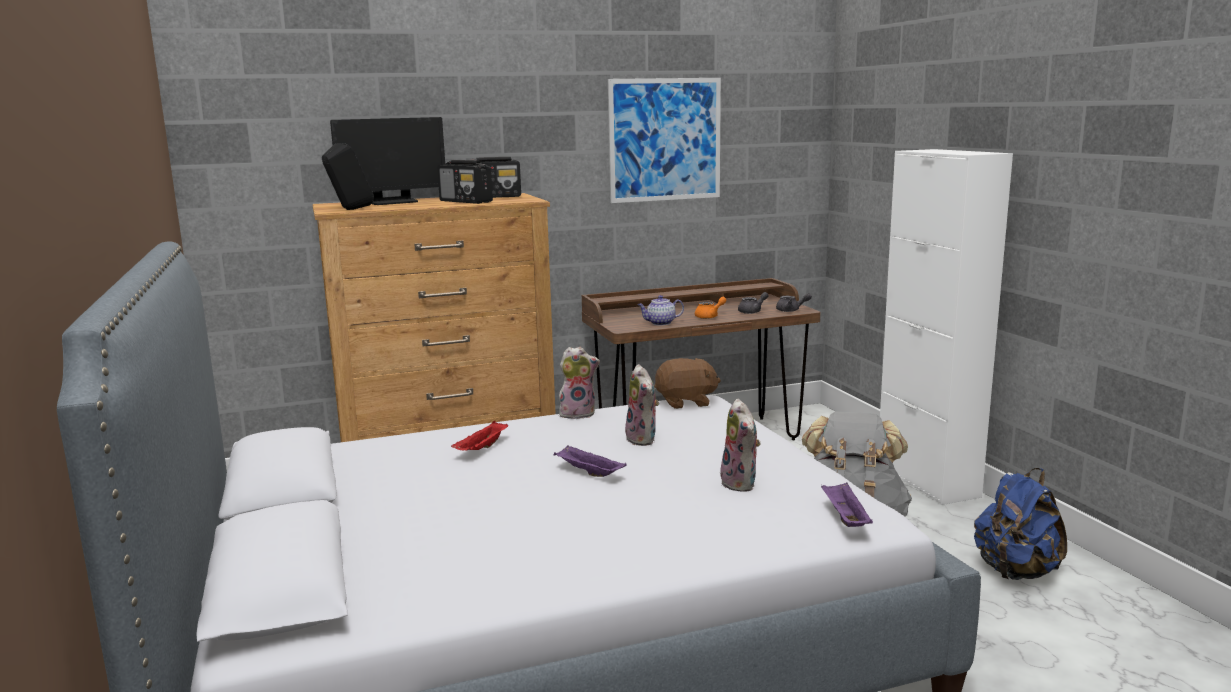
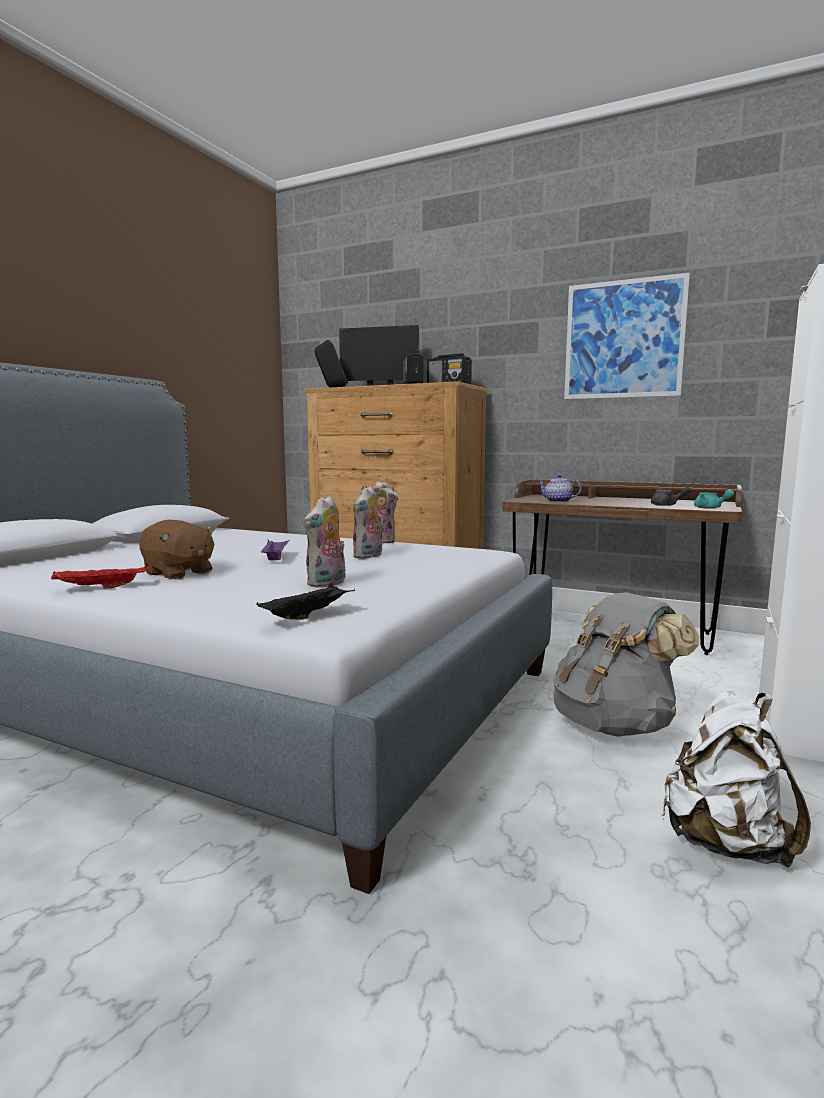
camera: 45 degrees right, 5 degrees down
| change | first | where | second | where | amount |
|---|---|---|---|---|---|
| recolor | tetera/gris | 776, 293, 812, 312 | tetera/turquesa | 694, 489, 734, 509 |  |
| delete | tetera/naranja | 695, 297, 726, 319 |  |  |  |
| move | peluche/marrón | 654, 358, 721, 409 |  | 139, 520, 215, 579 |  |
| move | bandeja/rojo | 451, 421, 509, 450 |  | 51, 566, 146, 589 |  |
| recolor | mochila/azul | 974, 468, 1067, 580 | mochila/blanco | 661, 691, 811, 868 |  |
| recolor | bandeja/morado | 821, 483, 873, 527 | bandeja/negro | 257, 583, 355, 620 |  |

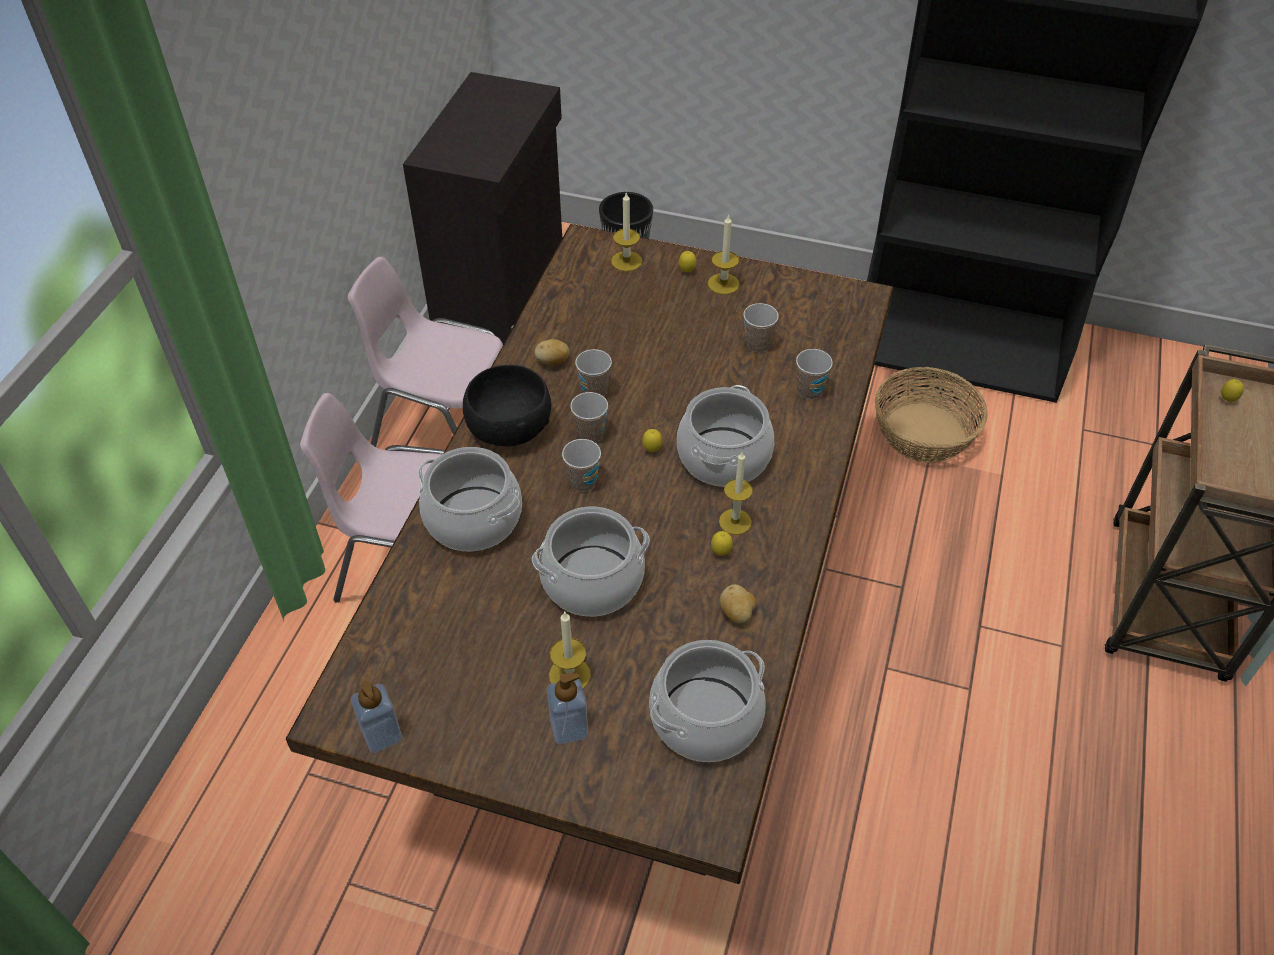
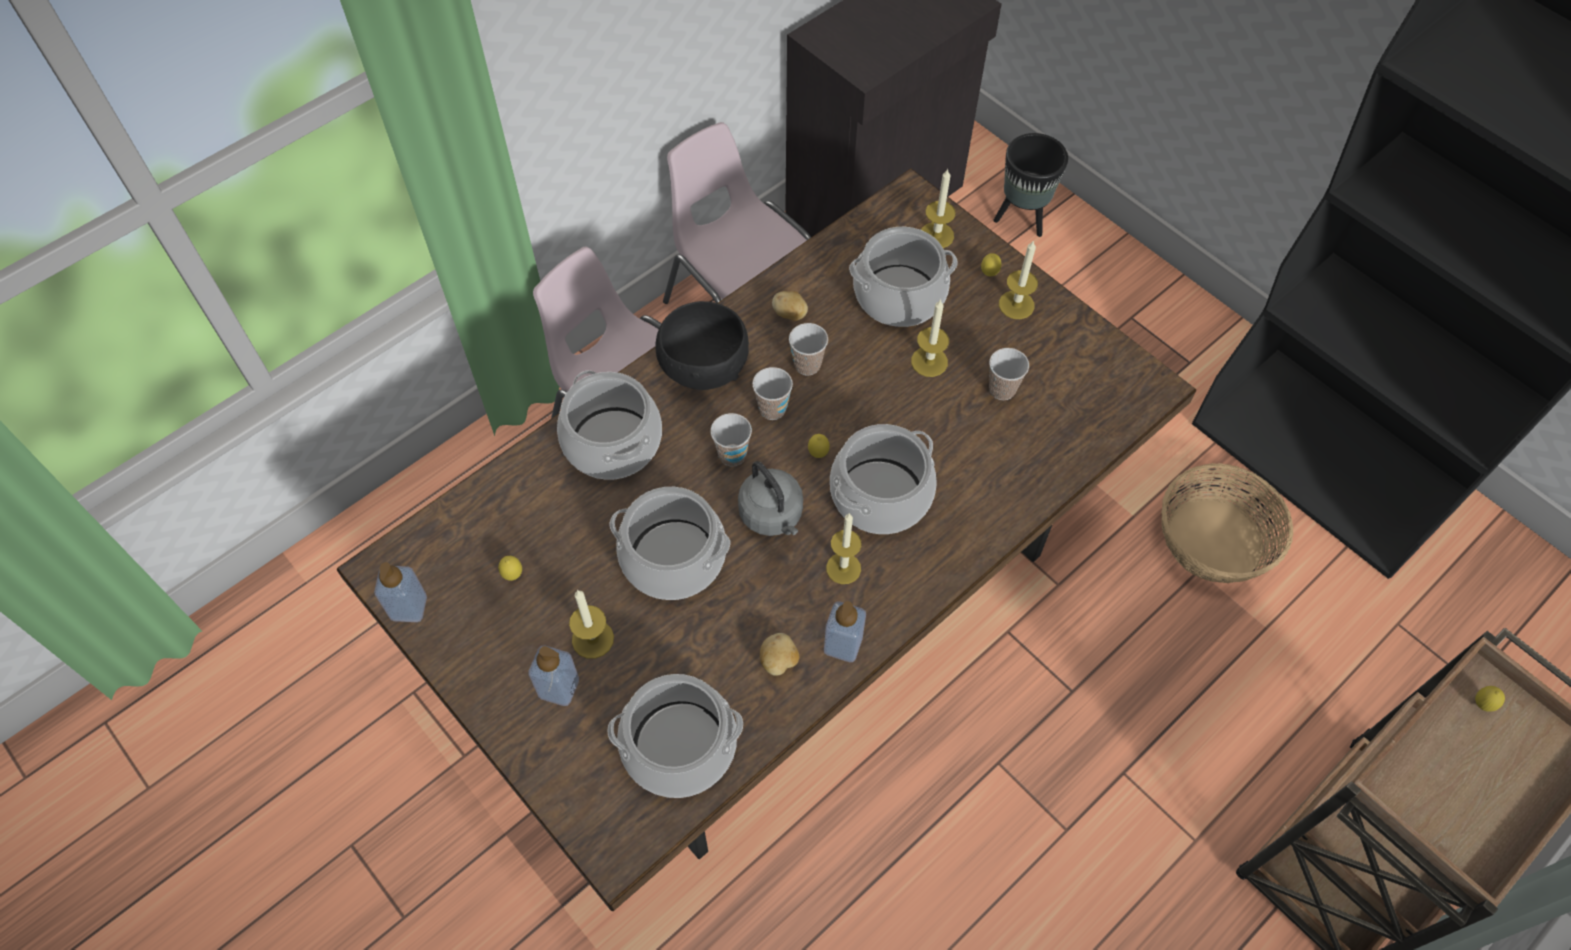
camera: 30 degrees right, 10 degrees up
| change | first | where | second | where | amount |
|---|---|---|---|---|---|
| delete | taza | 796, 349, 833, 399 |  |  |  |
| move | limón | 711, 531, 733, 556 |  | 498, 556, 522, 581 |  |
| insert |  |  | olla | 849, 227, 958, 327 |  |
| insert |  |  | vela | 911, 299, 949, 377 |  |
| insert |  |  | hervidor/gris | 738, 461, 803, 536 |  |
| insert |  |  | dispensador de jabón | 824, 601, 866, 662 |  |

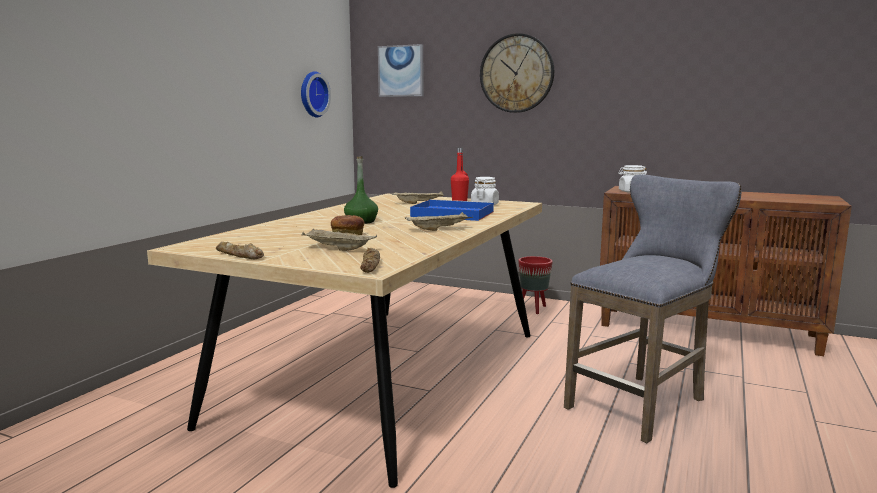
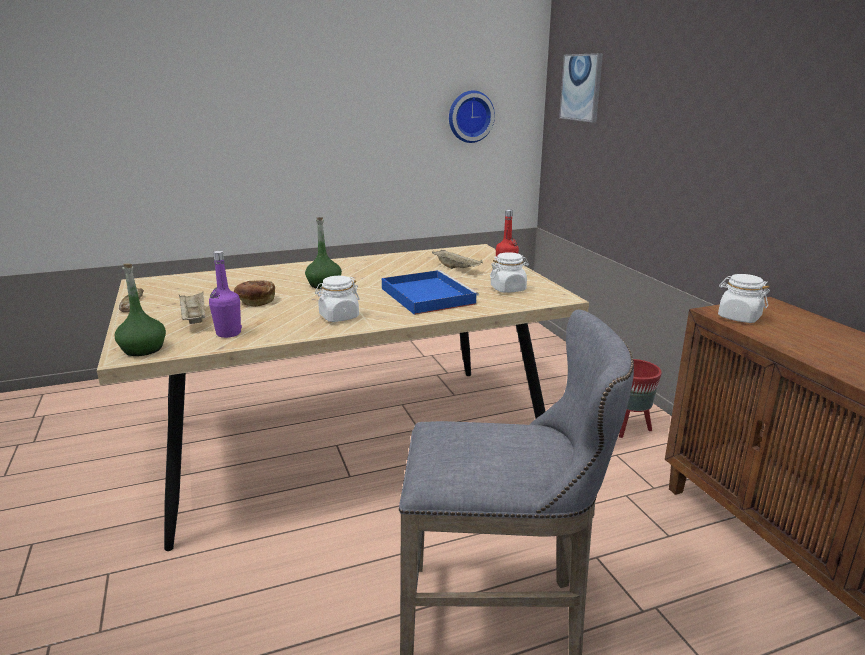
camera: 45 degrees right, 10 degrees up
| change | first | where | second | where | amount |
|---|---|---|---|---|---|
| delete | reloj de pared | 480, 33, 554, 113 |  |  |  |
| replace | bandeja/beis | 405, 212, 473, 231 | tarro/blanco | 315, 276, 360, 322 |  |
| replace | pan | 360, 248, 380, 273 | botella/verde | 115, 264, 166, 356 |  |
| insert |  |  | botella/morado | 209, 251, 242, 338 |  |

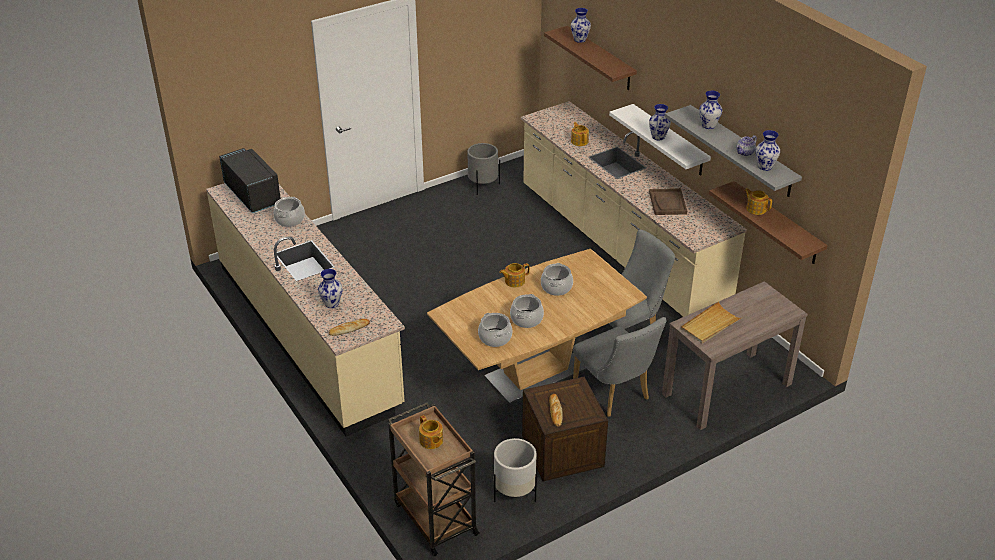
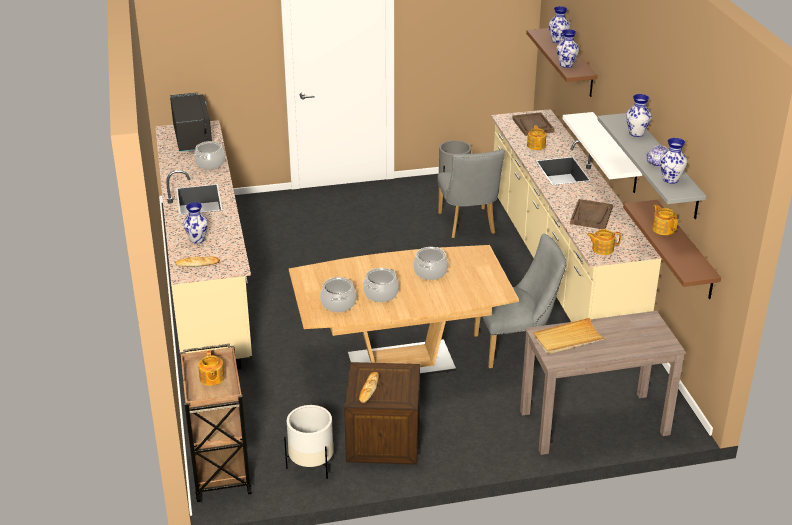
camera: 20 degrees right, 5 degrees down
| change | first | where | second | where | amount |
|---|---|---|---|---|---|
| move | florero | 649, 104, 671, 140 |  | 557, 29, 579, 68 |  |
| move | tetera | 499, 263, 530, 287 |  | 587, 229, 621, 255 |  |
| move | silla/gris | 573, 317, 666, 417 |  | 437, 149, 505, 238 |  |
| insert |  |  | bandeja/marrón | 512, 112, 555, 136 |  |

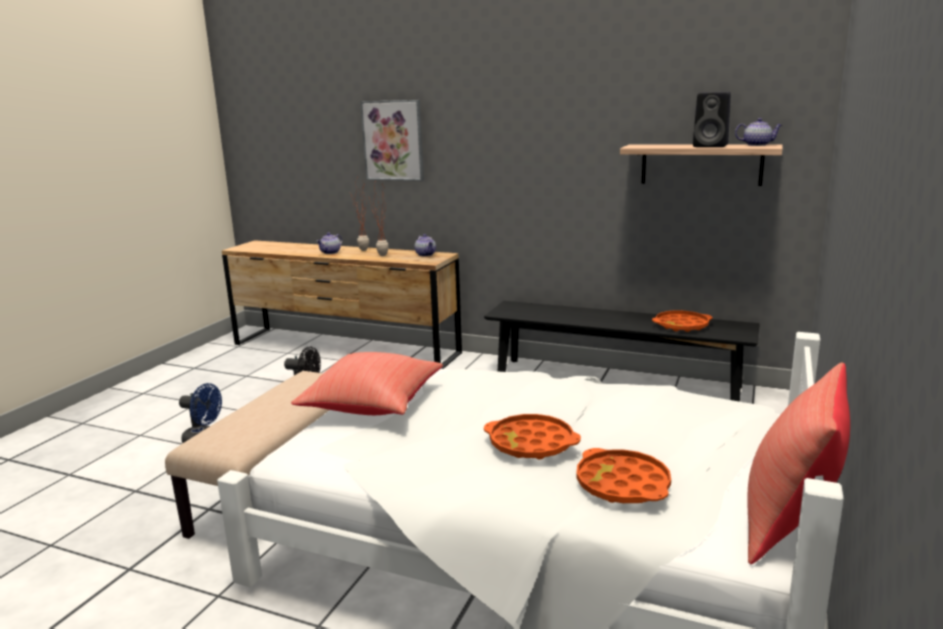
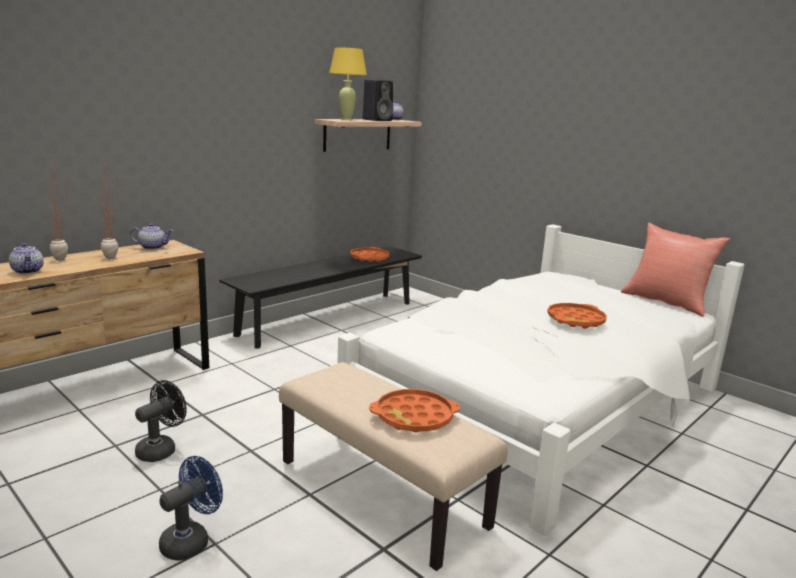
camera: 70 degrees left, 0 degrees up
| change | first | where | second | where | amount |
|---|---|---|---|---|---|
| delete | cuadro | 360, 100, 424, 181 |  |  |  |
| delete | cojín/rojo | 291, 352, 443, 415 |  |  |  |
| move | bandeja/naranja | 576, 448, 671, 503 |  | 369, 389, 460, 432 |  |
| insert |  |  | lámpara de mesa/amarillo | 329, 47, 367, 120 |  |

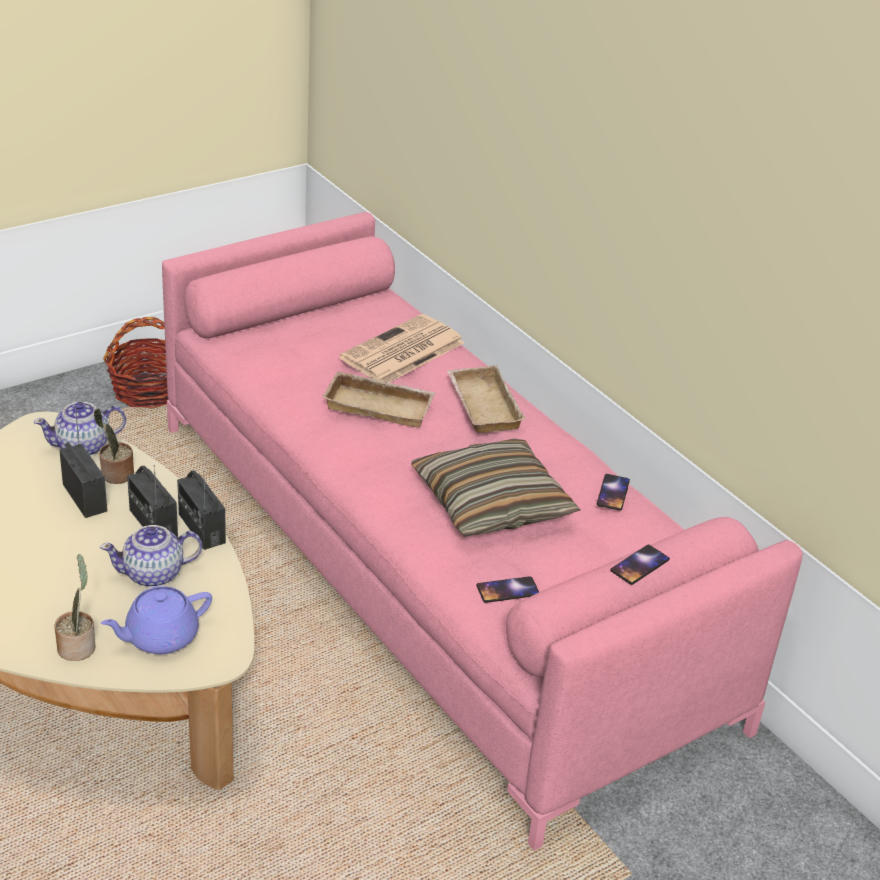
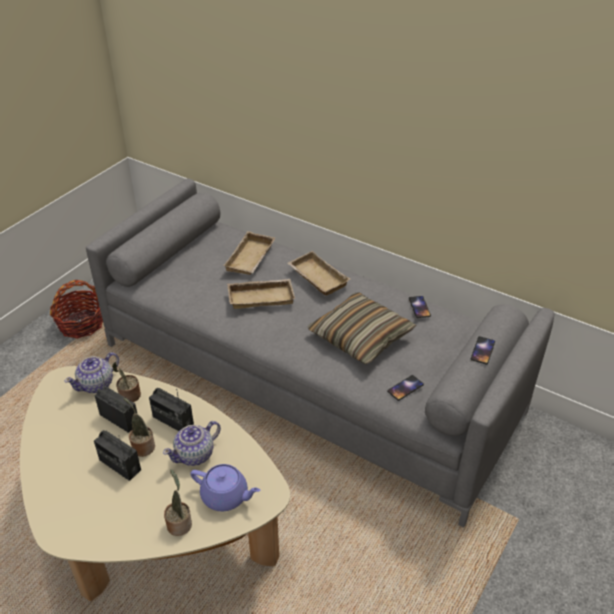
camera: 20 degrees left, 5 degrees up
| change | first | where | second | where | amount |
|---|---|---|---|---|---|
| recolor | sofá/rosa | 162, 212, 803, 851 | sofá/gris | 86, 179, 555, 528 |  |
| replace | periódico | 339, 314, 465, 382 | bandeja/beis | 223, 231, 275, 275 |  |
| move | radio | 177, 470, 226, 550 |  | 94, 430, 141, 481 |  |
| rotate | tetera/morado | 101, 586, 212, 654 |  | 190, 464, 261, 511 | 105 degrees counterclockwise |
| insert |  |  | planta en maceta | 123, 398, 155, 457 |  |

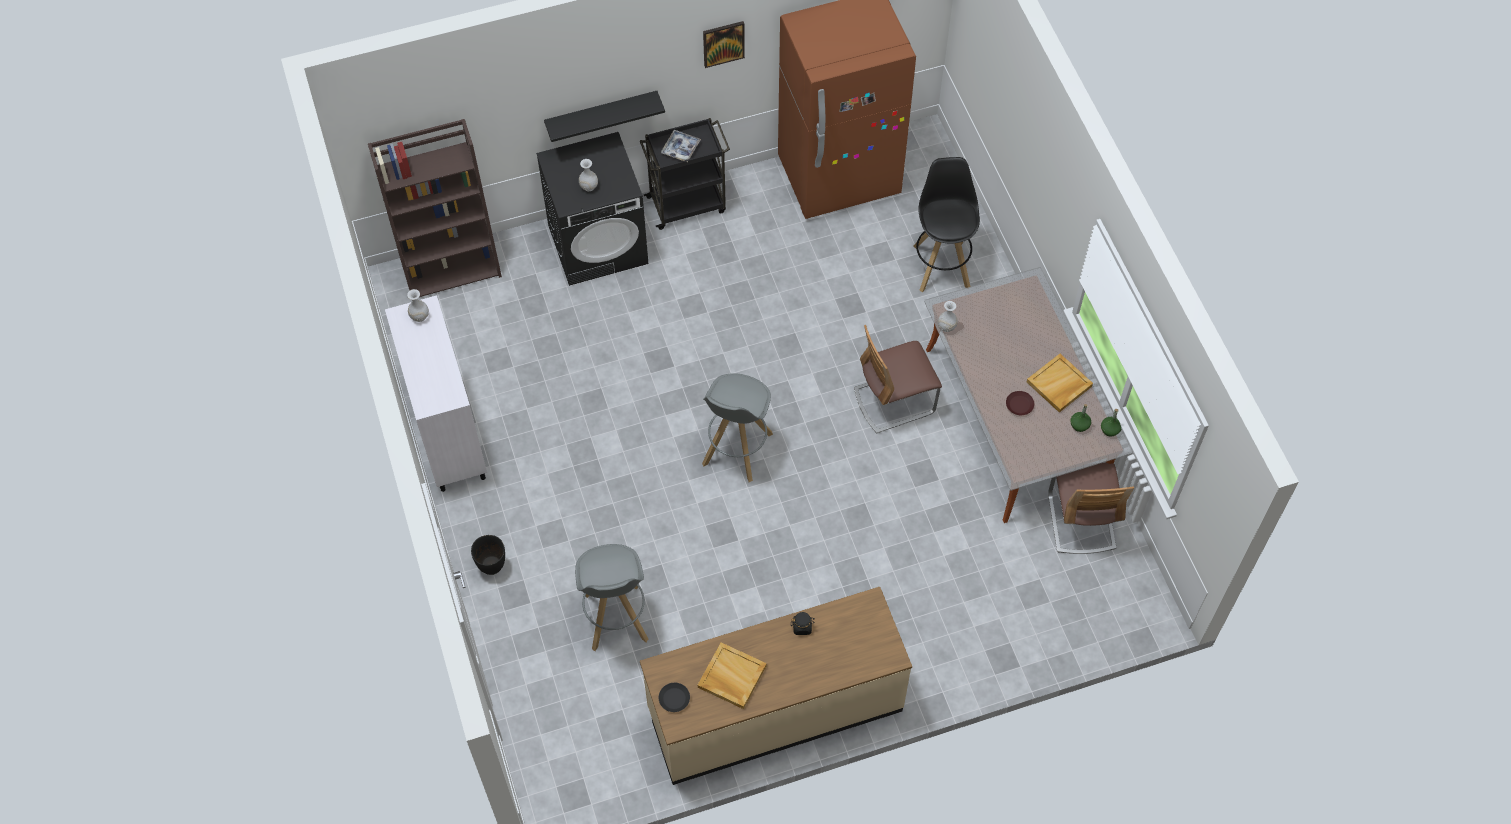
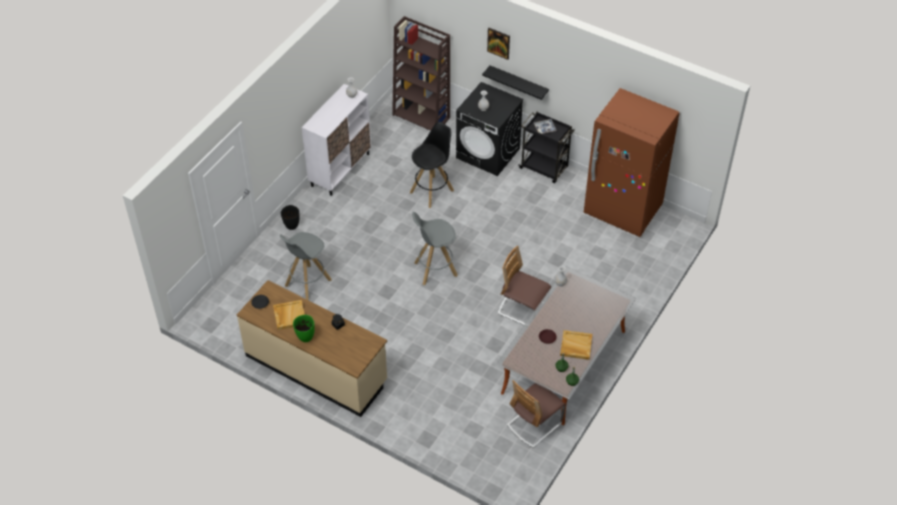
camera: 50 degrees right, 10 degrees down
| change | first | where | second | where | amount |
|---|---|---|---|---|---|
| move | cuadro | 703, 21, 745, 68 |  | 487, 28, 510, 60 |  |
| move | taburete/negro | 913, 157, 980, 292 |  | 410, 122, 454, 208 |  |
| insert |  |  | florero/verde | 293, 315, 315, 342 |  |

